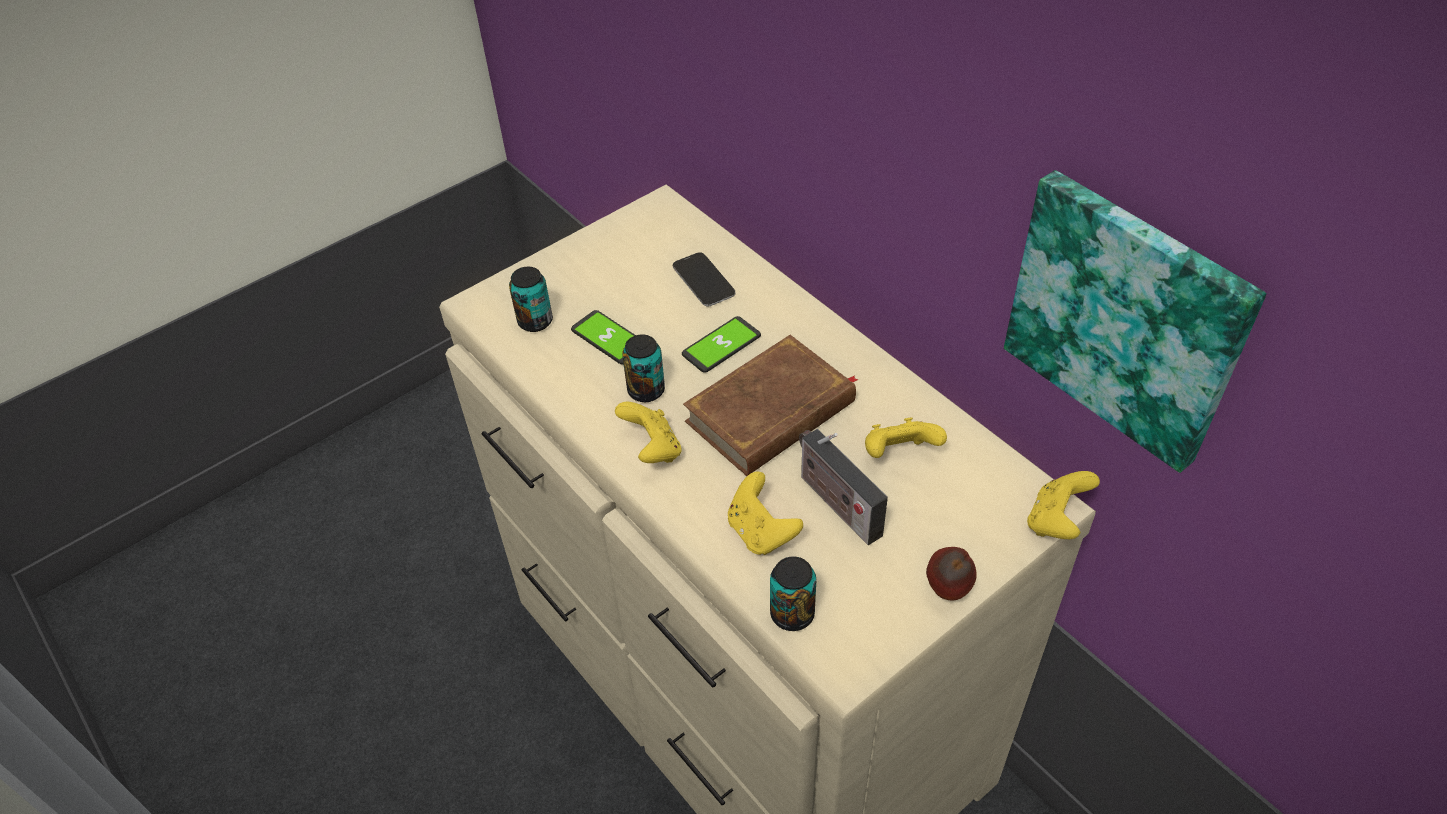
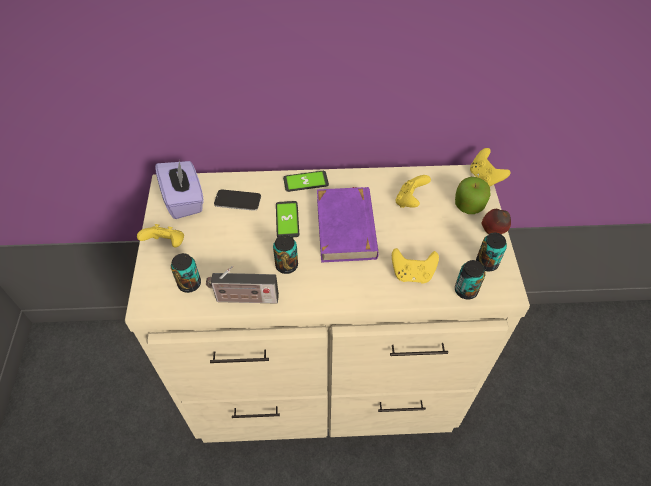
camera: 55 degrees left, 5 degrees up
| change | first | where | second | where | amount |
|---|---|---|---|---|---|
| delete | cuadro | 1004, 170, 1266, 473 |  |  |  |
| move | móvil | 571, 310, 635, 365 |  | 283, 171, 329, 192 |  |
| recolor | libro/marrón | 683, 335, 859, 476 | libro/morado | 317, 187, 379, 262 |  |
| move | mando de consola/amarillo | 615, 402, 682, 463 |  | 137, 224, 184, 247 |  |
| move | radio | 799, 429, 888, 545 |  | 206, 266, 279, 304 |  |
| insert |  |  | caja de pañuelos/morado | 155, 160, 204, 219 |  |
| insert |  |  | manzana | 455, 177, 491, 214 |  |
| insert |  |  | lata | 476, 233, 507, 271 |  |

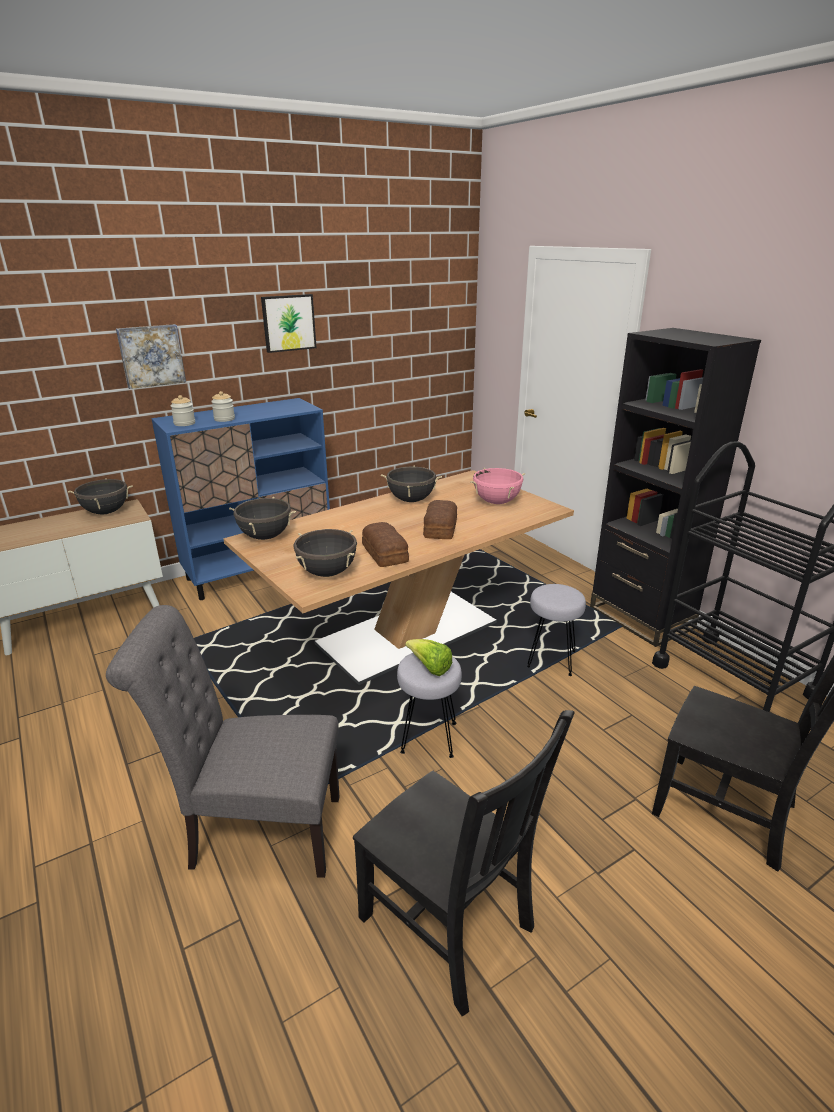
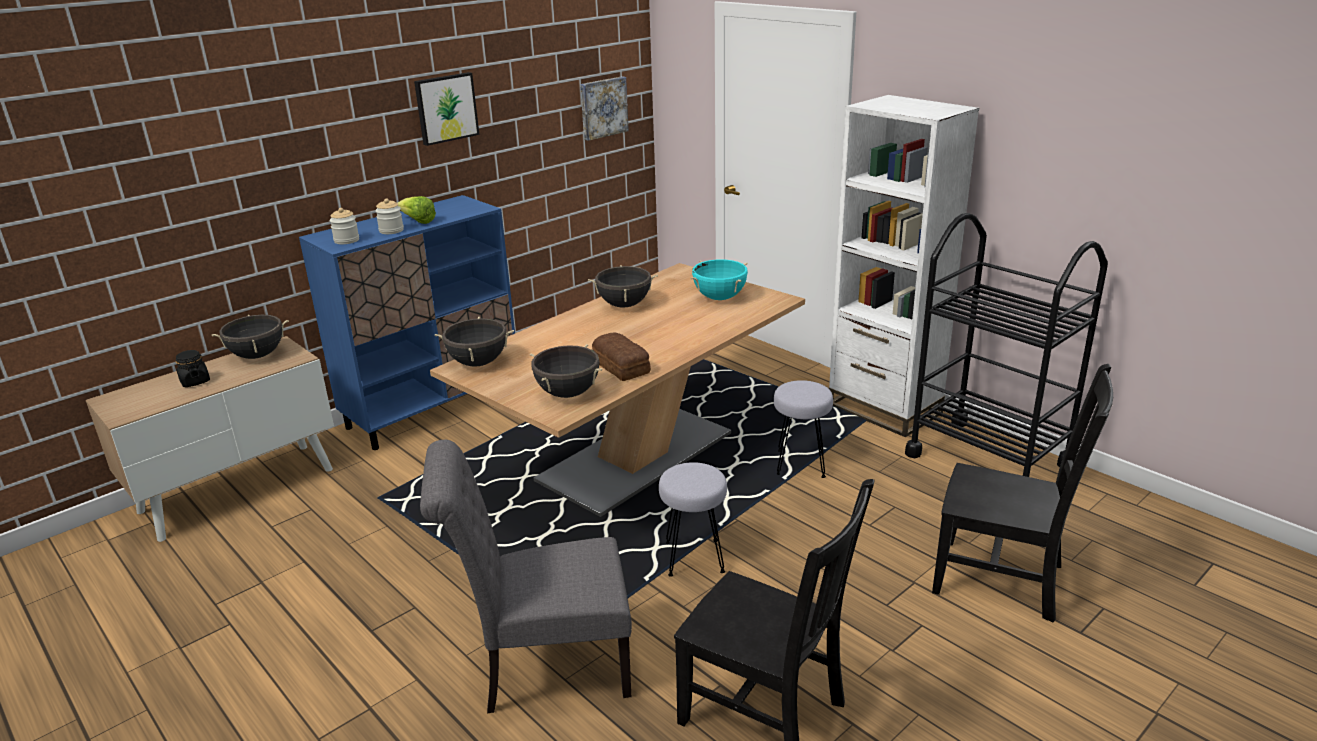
camera: 10 degrees left, 0 degrees up
| change | first | where | second | where | amount |
|---|---|---|---|---|---|
| move | cuadro | 116, 324, 186, 389 |  | 580, 76, 629, 141 |  |
| recolor | estantería/negro | 590, 328, 761, 647 | estantería/blanco | 829, 95, 979, 437 |  |
| recolor | olla/rosa | 470, 468, 525, 504 | olla/turquesa | 691, 259, 748, 300 |  |
| delete | pan | 423, 500, 457, 539 |  |  |  |
| move | lechuga | 405, 639, 452, 676 |  | 398, 196, 436, 224 |  |
| insert |  |  | tarro/negro | 176, 350, 210, 387 |  |

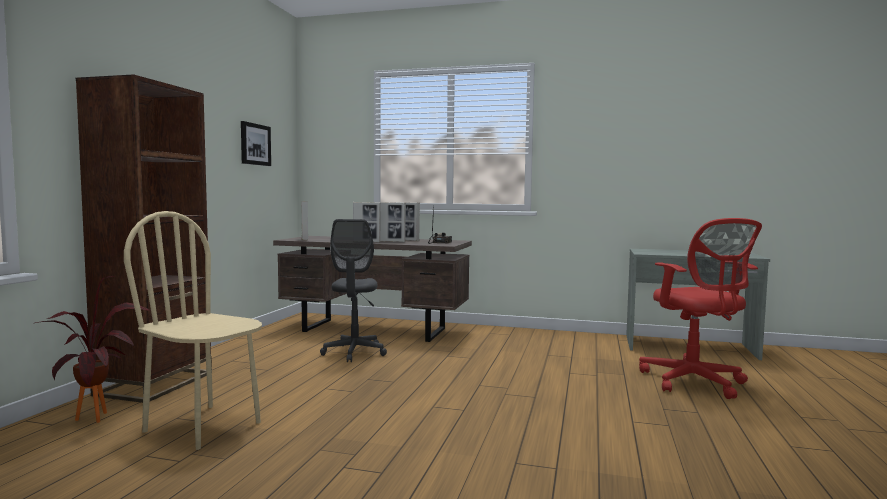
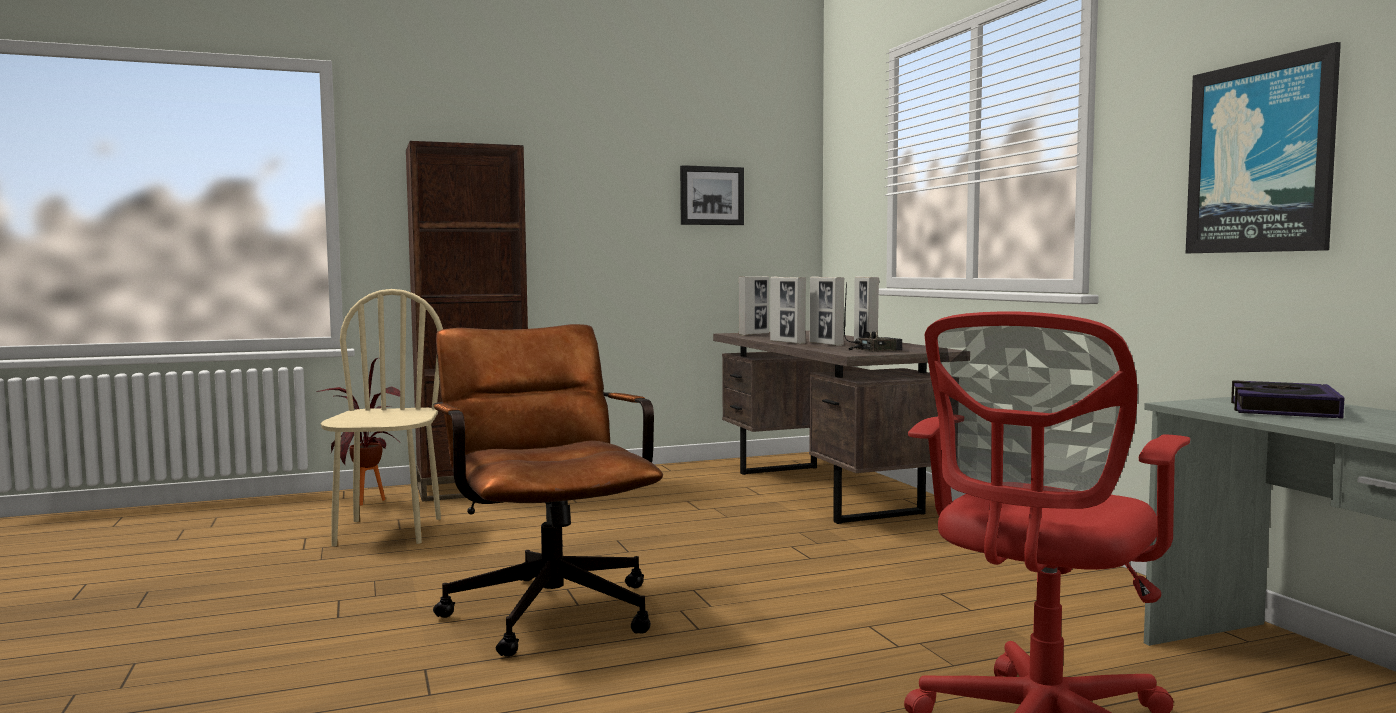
camera: 55 degrees right, 0 degrees up
| change | first | where | second | where | amount |
|---|---|---|---|---|---|
| delete | silla de oficina/gris | 320, 219, 387, 362 |  |  |  |
| insert |  |  | cuadro | 1186, 42, 1341, 253 |  |
| insert |  |  | silla de oficina/marrón | 433, 324, 663, 657 |  |
| insert |  |  | libro | 1231, 380, 1345, 418 |  |

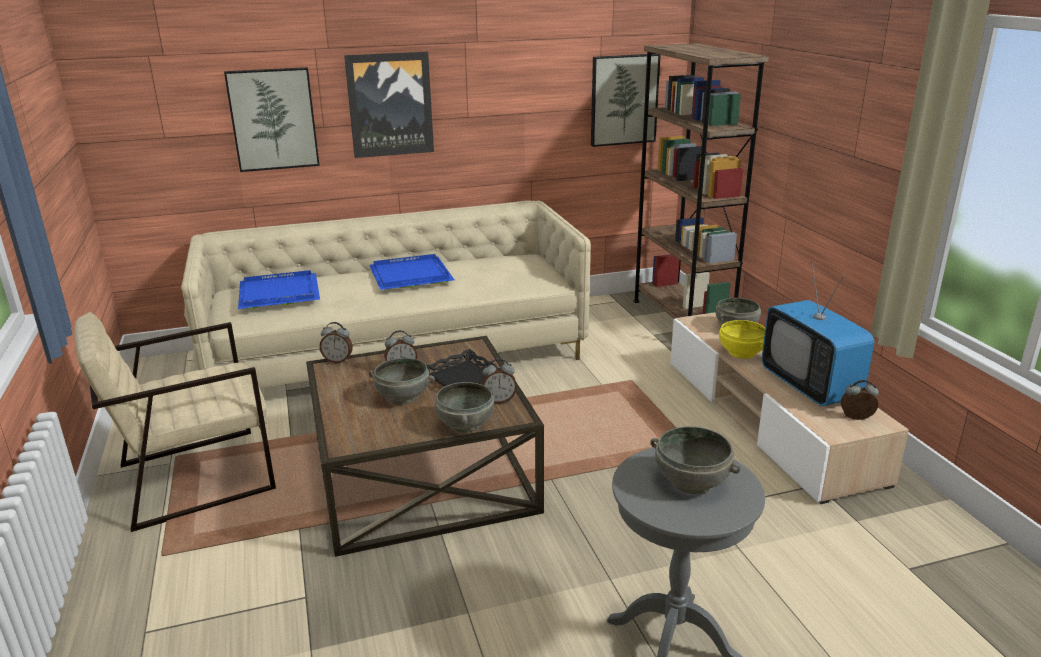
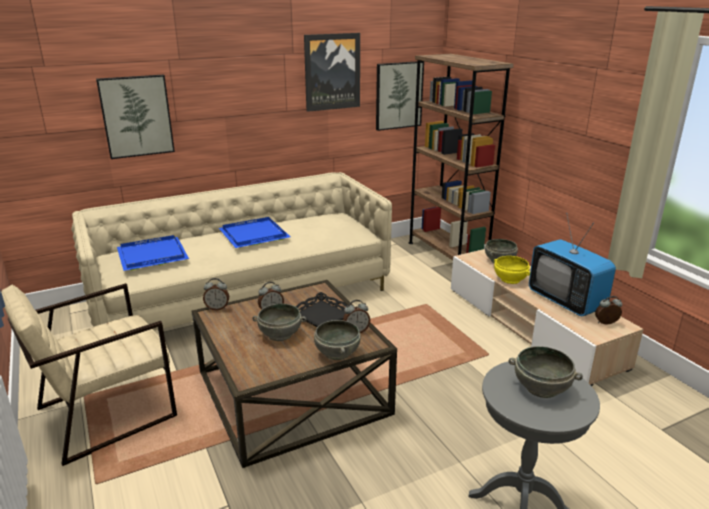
camera: 10 degrees left, 0 degrees up
| change | first | where | second | where | amount |
|---|---|---|---|---|---|
| move | cuadro | 344, 52, 434, 158 |  | 304, 33, 360, 112 |  |

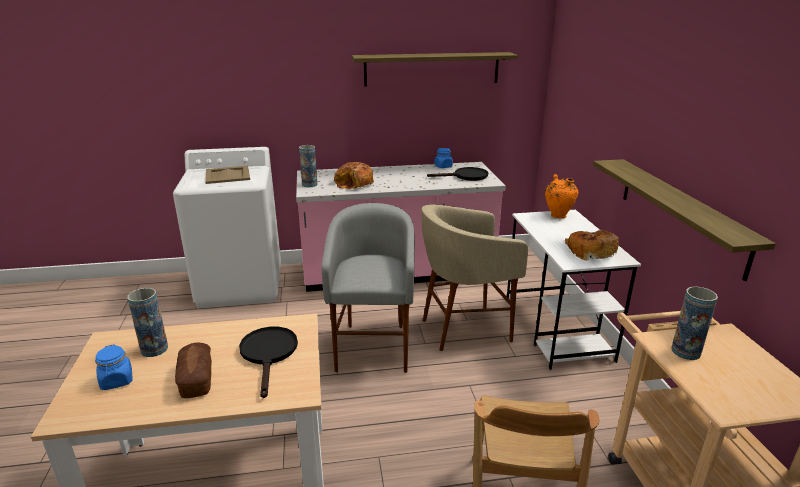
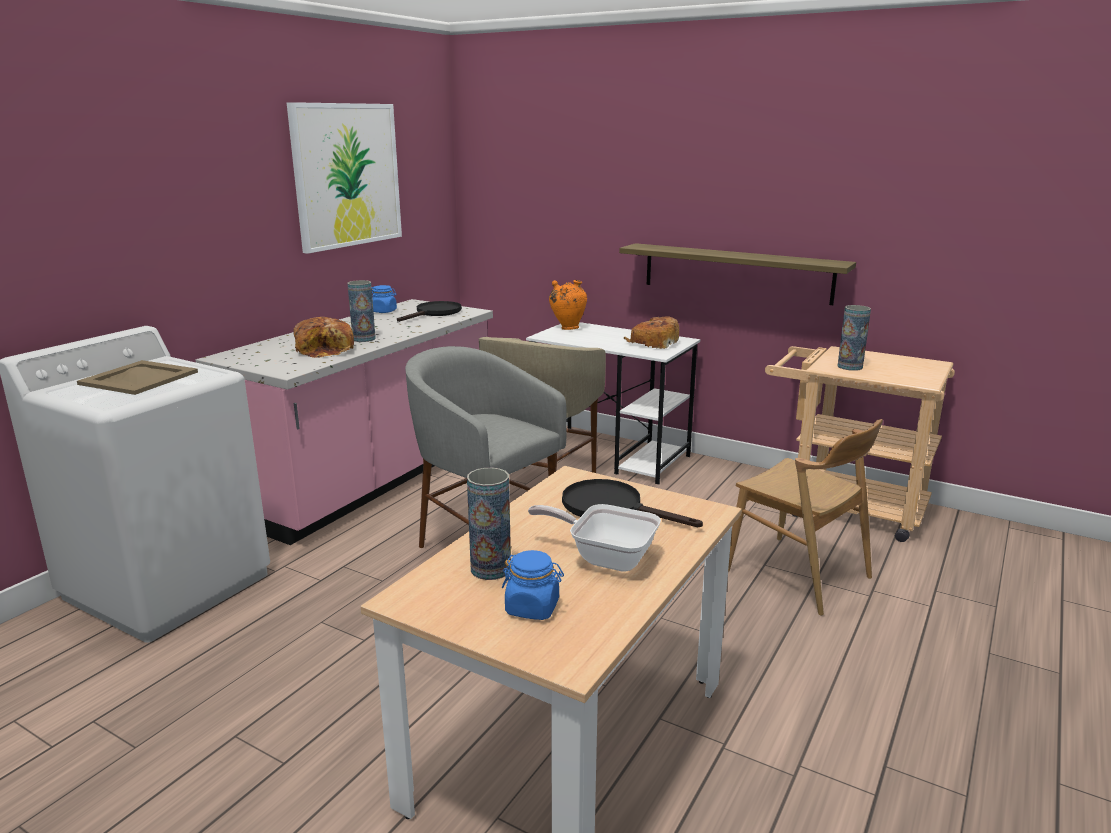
camera: 50 degrees left, 5 degrees down
| change | first | where | second | where | amount |
|---|---|---|---|---|---|
| replace | estante | 352, 52, 518, 86 | cuadro | 287, 102, 402, 254 |  |
| move | florero | 299, 145, 317, 187 |  | 347, 280, 376, 342 |  |
| replace | pan | 175, 343, 212, 398 | sartén | 528, 504, 661, 572 |  |

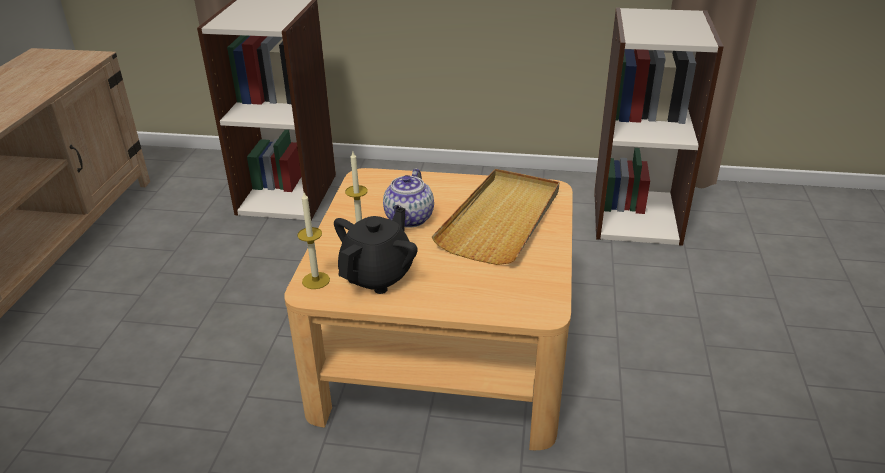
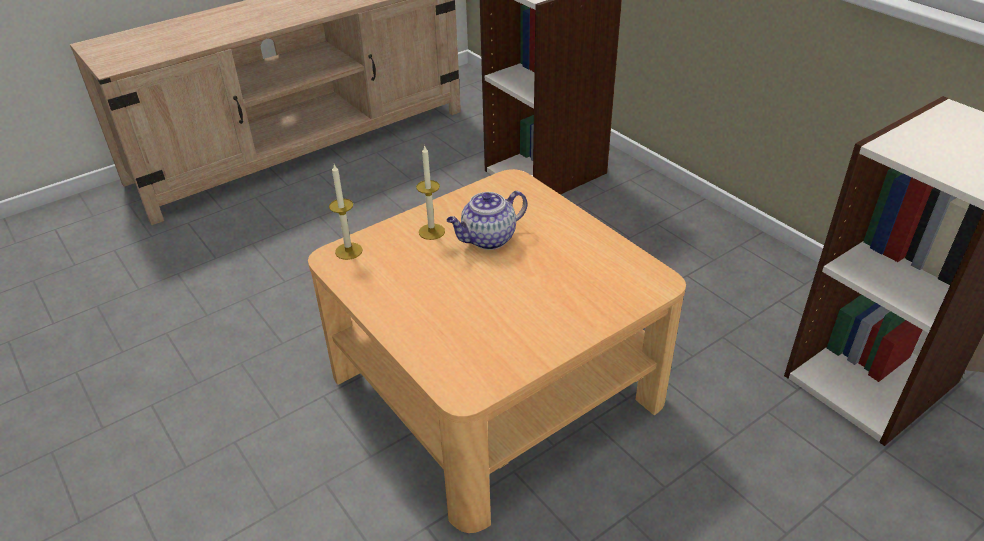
camera: 45 degrees right, 5 degrees up
| change | first | where | second | where | amount |
|---|---|---|---|---|---|
| delete | bandeja/beis | 432, 169, 559, 265 |  |  |  |
| delete | tetera/negro | 334, 207, 418, 294 |  |  |  |

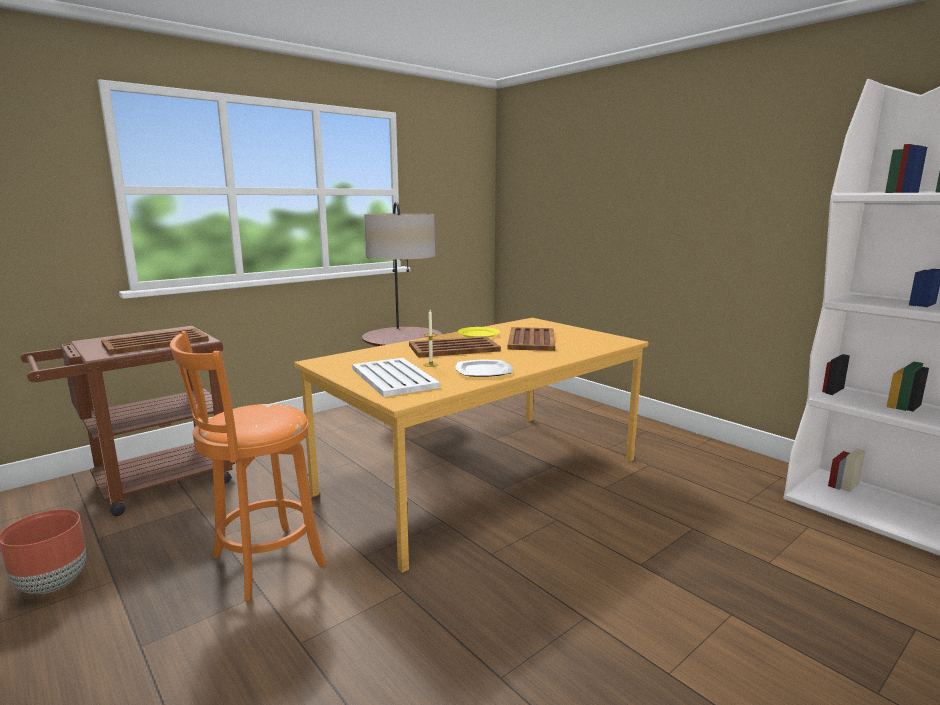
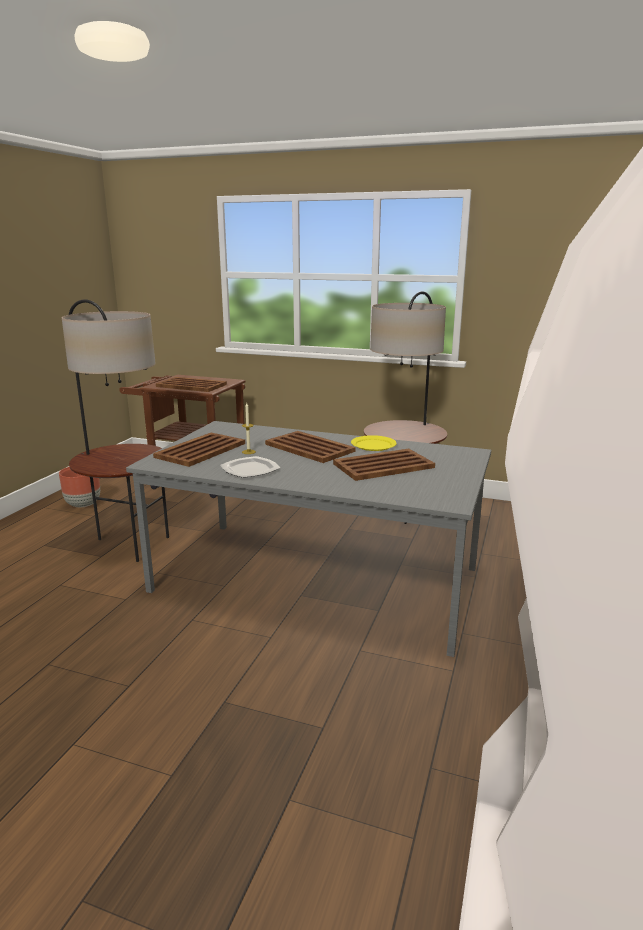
camera: 60 degrees right, 5 degrees up
| change | first | where | second | where | amount |
|---|---|---|---|---|---|
| recolor | mesa de comedor/naranja | 294, 318, 649, 573 | mesa de comedor/gris | 126, 421, 491, 657 |  |
| replace | taburete/naranja | 170, 331, 326, 601 | lámpara de pie | 62, 299, 169, 562 |  |
| recolor | bandeja/blanco | 352, 358, 440, 397 | bandeja/marrón | 153, 433, 245, 467 |  |

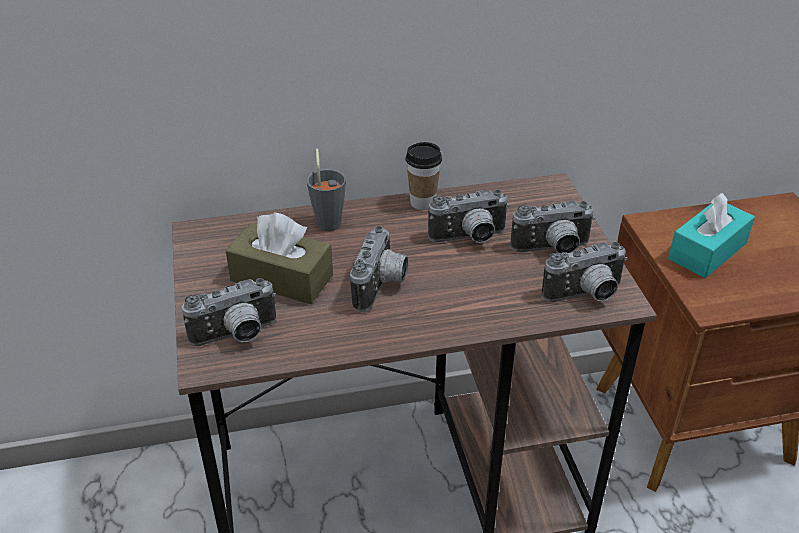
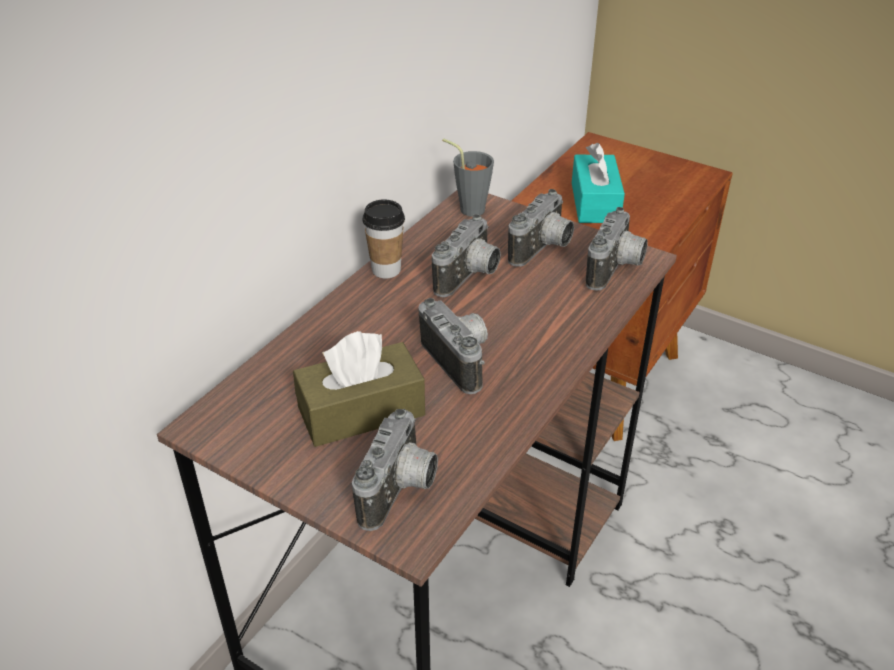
camera: 45 degrees left, 0 degrees up
| change | first | where | second | where | amount |
|---|---|---|---|---|---|
| move | taza/gris | 307, 149, 346, 231 |  | 442, 138, 494, 216 |  |

